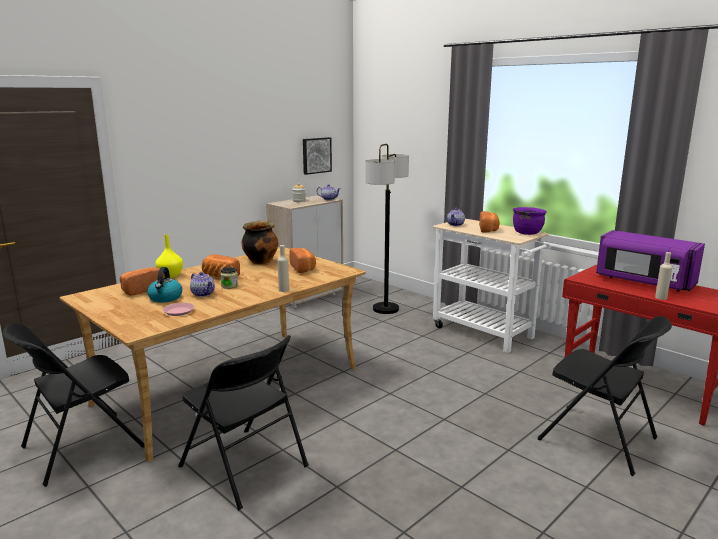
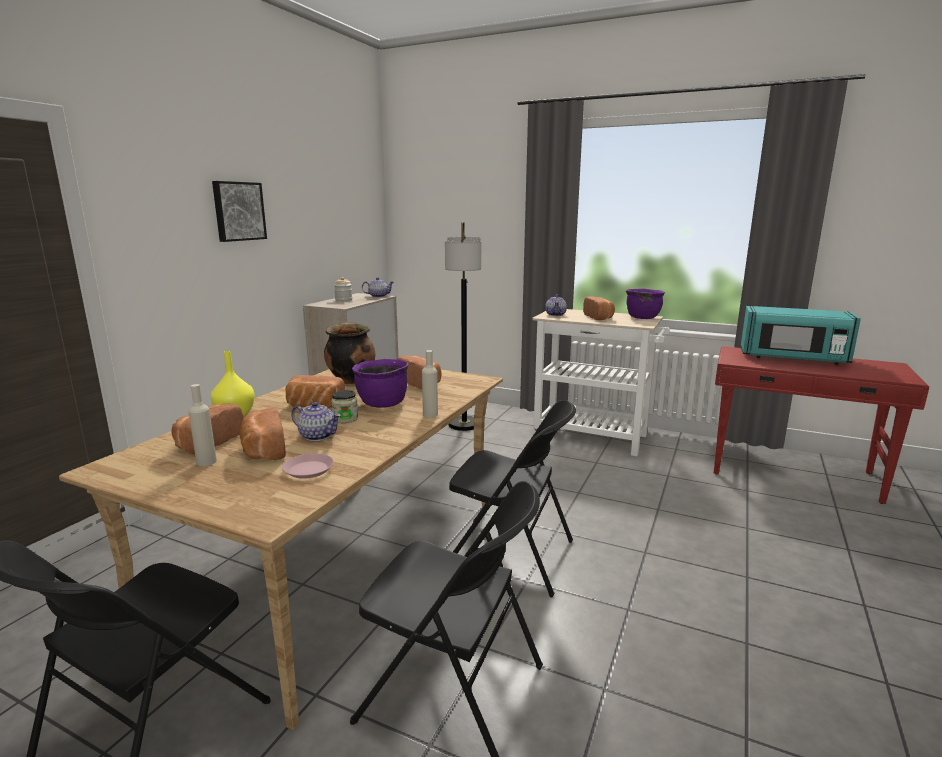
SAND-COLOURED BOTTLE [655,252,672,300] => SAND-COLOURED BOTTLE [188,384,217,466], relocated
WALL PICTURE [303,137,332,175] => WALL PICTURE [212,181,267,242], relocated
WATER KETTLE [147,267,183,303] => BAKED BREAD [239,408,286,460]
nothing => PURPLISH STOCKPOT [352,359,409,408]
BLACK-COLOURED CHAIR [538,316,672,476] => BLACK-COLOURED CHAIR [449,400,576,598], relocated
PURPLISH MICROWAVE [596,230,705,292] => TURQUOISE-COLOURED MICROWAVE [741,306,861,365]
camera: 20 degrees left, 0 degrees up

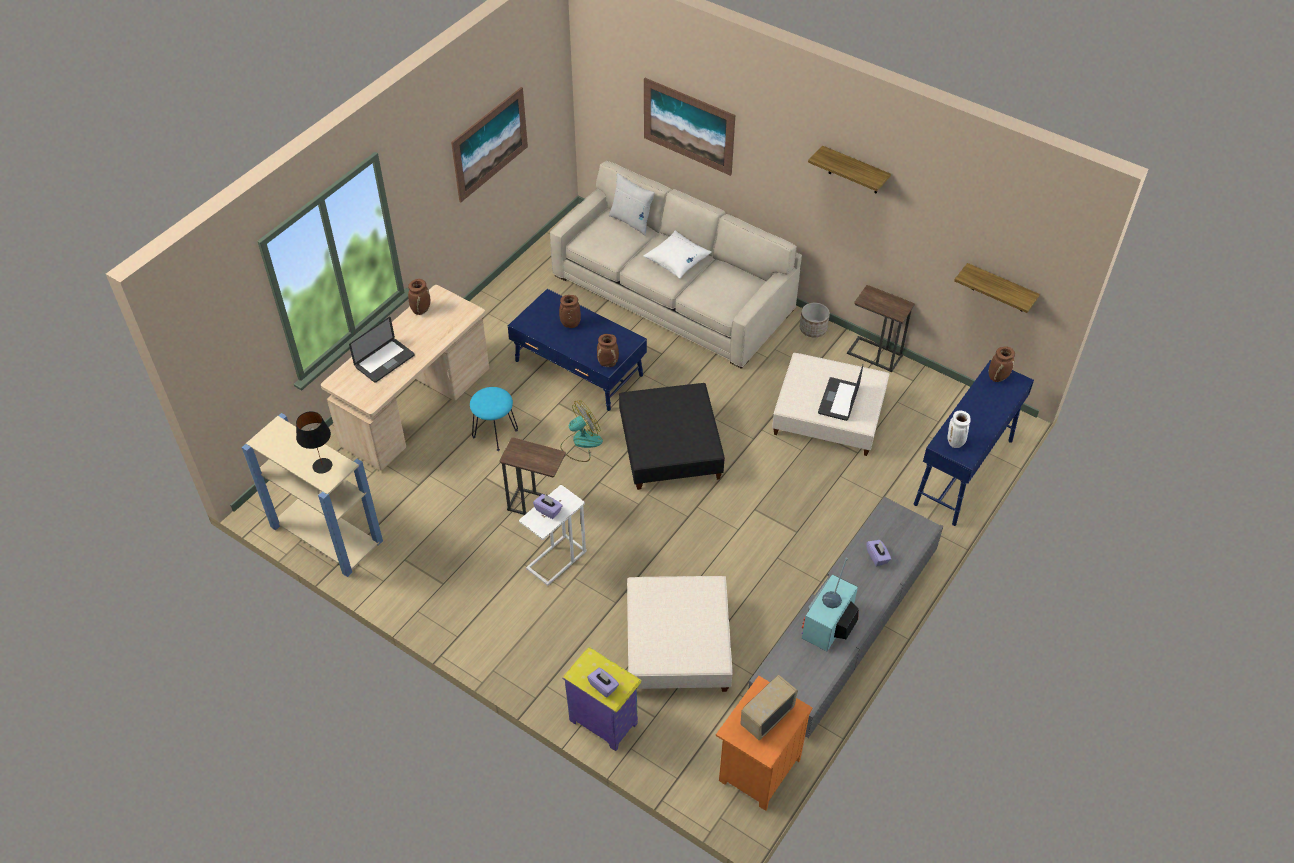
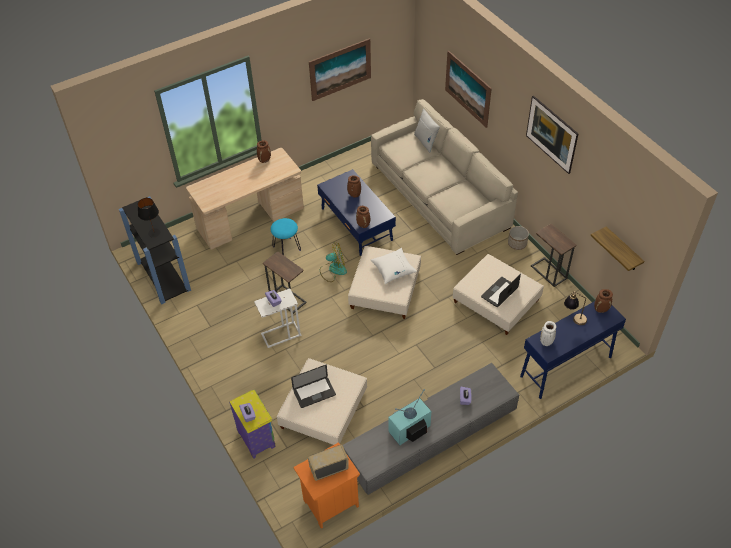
SAND-COLOURED SHELVING UNIT [241,413,383,577] => BLACK-COLOURED SHELVING UNIT [119,196,191,304]
LAPTOP [349,317,415,383] => LAPTOP [291,365,336,408], relocated
BLACK-COLOURED FOOTREST [619,383,725,490] => SAND-COLOURED FOOTREST [348,246,421,319]
WHITE CUSHION [643,231,712,279] => WHITE CUSHION [371,248,417,284], relocated
BRACKET SHELF [808,146,891,194] => WALL PICTURE [526,95,578,174]
nothing => TABLETOP LAMP [564,291,587,325]
camera: 25 degrees right, 0 degrees up

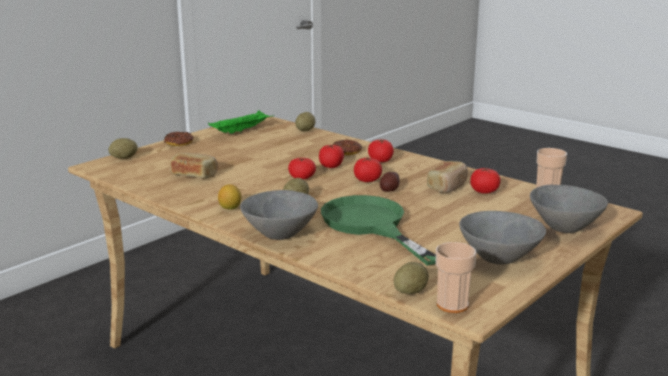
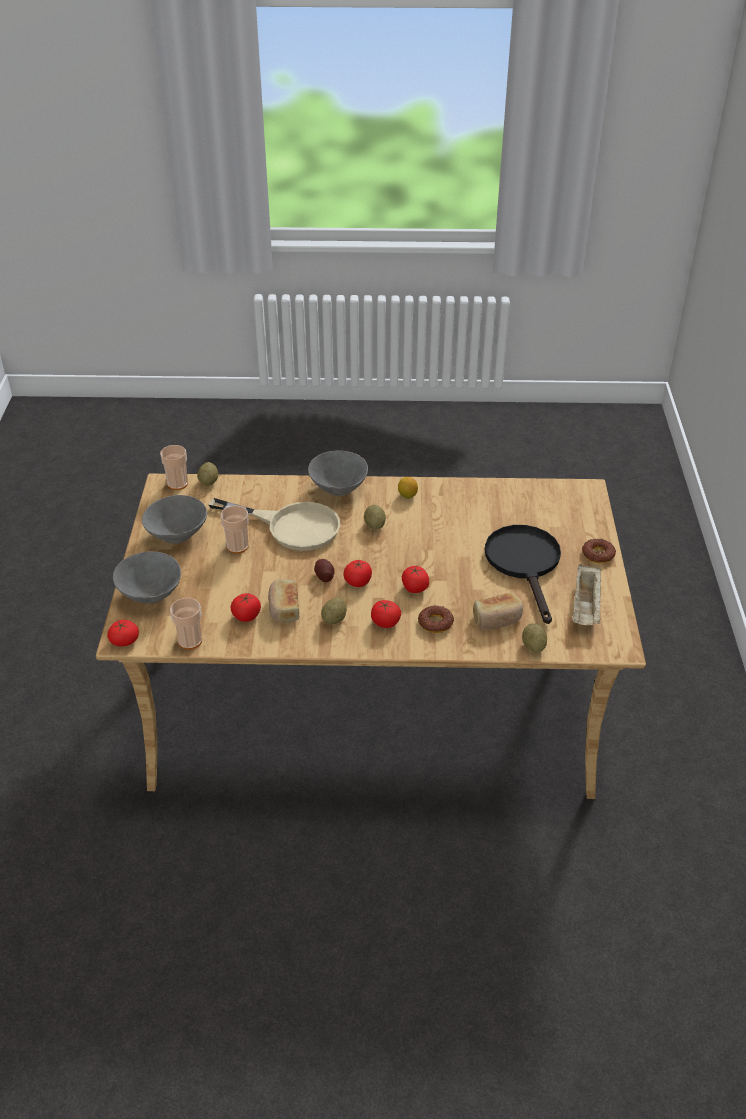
FRESH TOMATO [288,158,316,179] => FRESH TOMATO [107,620,139,646], relocated
GREENISH FRYING PAN [321,195,436,266] => SAND-COLOURED FRYING PAN [208,498,340,551]
nothing => CUP [220,506,249,554]
SPUD [109,138,138,159] => SPUD [321,598,347,625], relocated
BAKED BREAD [170,153,218,179] => BAKED BREAD [473,593,523,629], relocated
nothing => BLACK-COLOURED FRYING PAN [485,525,561,624]
GREENISH CARRYING TRAY [208,110,274,134] => SAND-COLOURED CARRYING TRAY [572,564,601,625]
camera: 140 degrees right, 20 degrees up

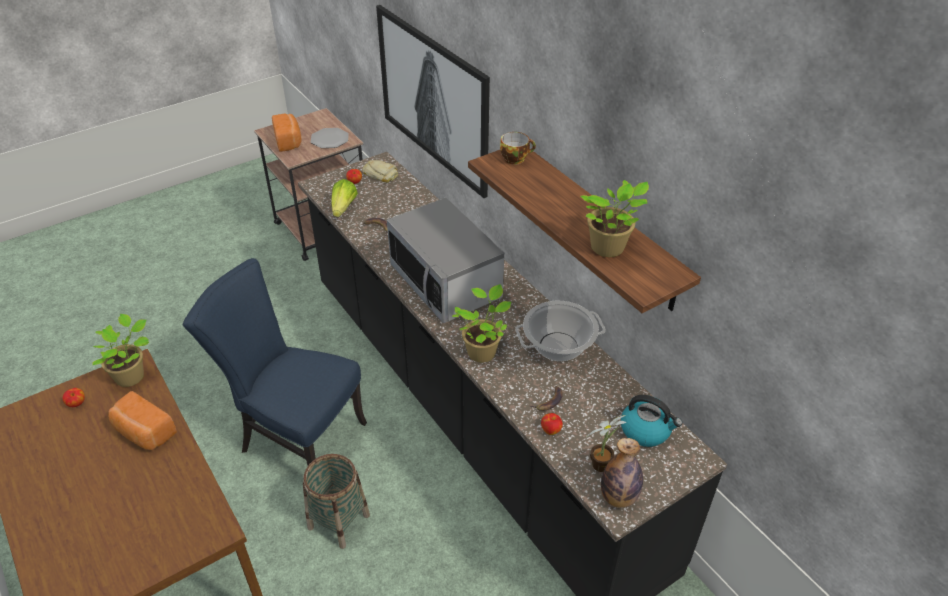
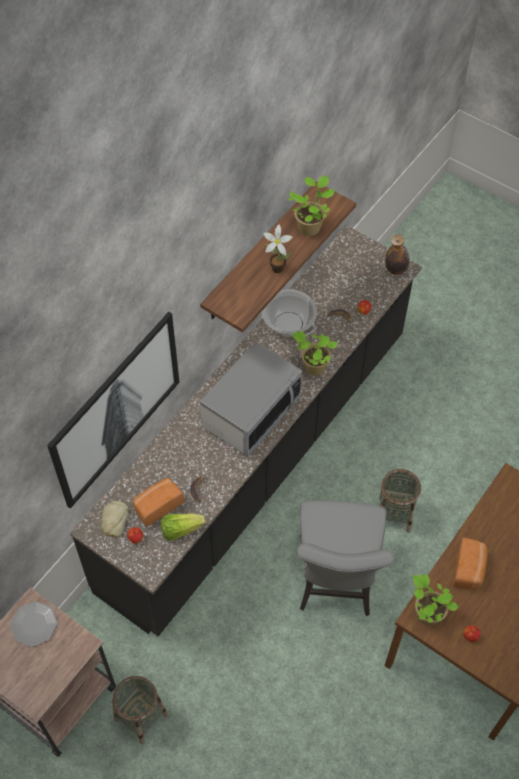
nothing => BASKET [112,676,168,744]
BAKED BREAD [272,114,302,152] => BAKED BREAD [133,478,184,526], relocated
POTTED PLANT [586,415,626,472] => POTTED PLANT [264,225,293,273], relocated
BLUE CHAIR [183,258,367,465] => GRAY CHAIR [296,500,394,616]
CUP [500,132,536,165] => nothing
WATER KETTLE [621,395,682,447] => nothing
camera: 110 degrees left, 15 degrees up

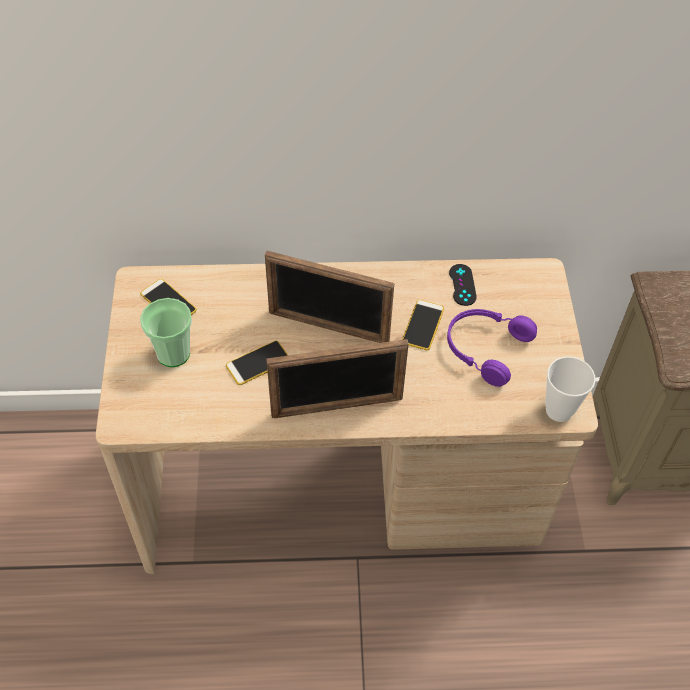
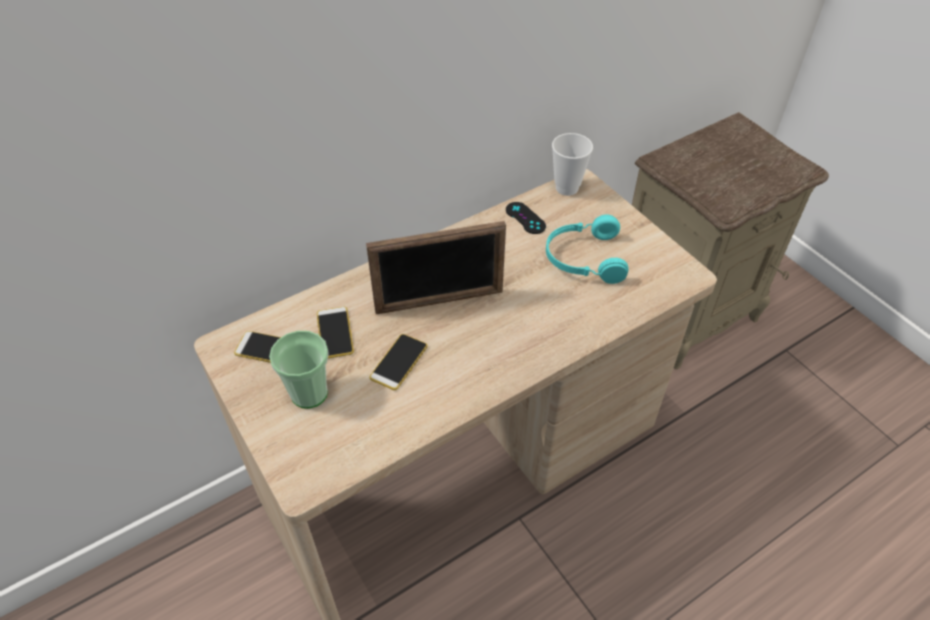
PHONE [402,300,444,350] => PHONE [317,307,354,358], relocated
PURPLISH HEADPHONES [447,309,537,387] => TURQUOISE-COLOURED HEADPHONES [546,215,629,284]
CUP [545,357,596,422] => CUP [552,133,593,196], relocated
STANDING FRAME [266,339,409,418] => nothing
camera: 30 degrees left, 5 degrees down

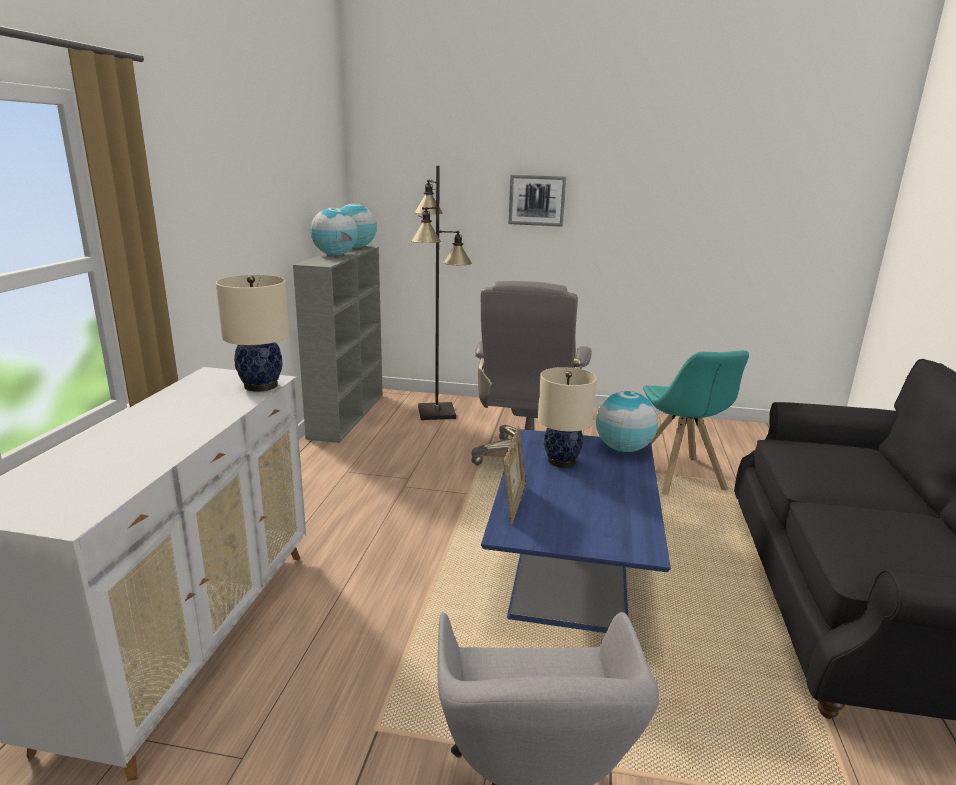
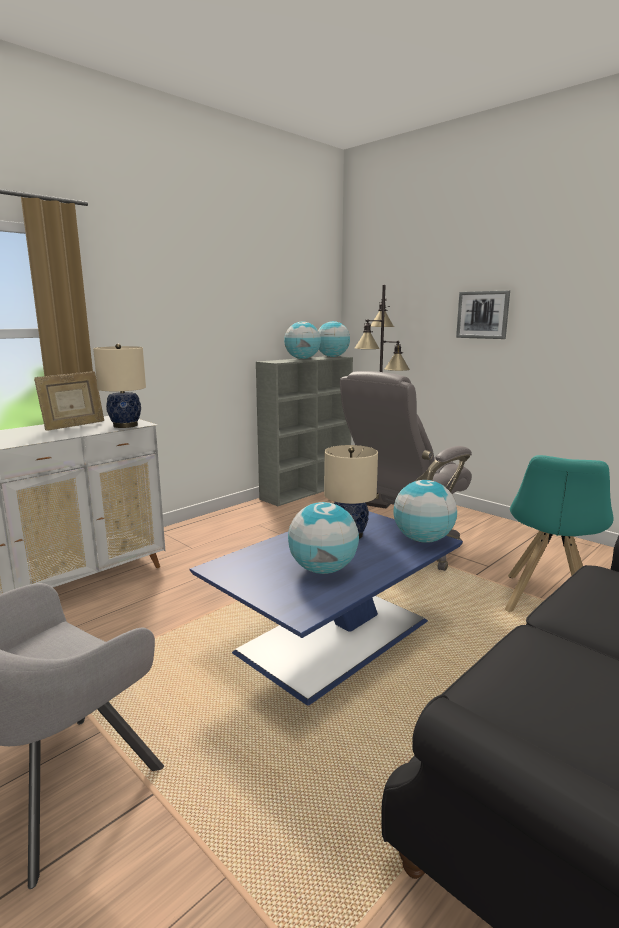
STANDING FRAME [504,426,526,524] => STANDING FRAME [34,371,104,431], relocated
nothing => DESK GLOBE [288,502,359,574]
camera: 35 degrees right, 5 degrees down

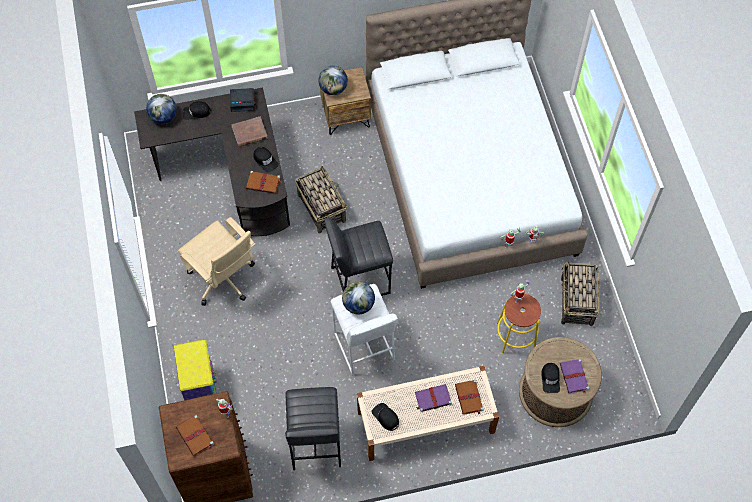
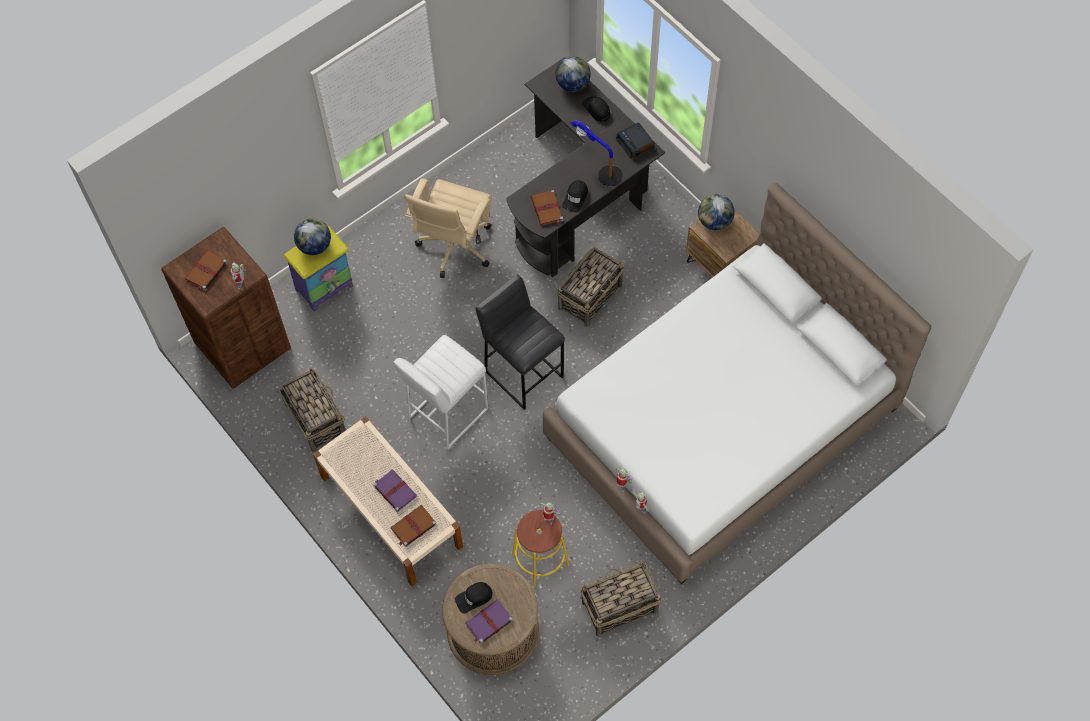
GRAY STOOL SEAT [285,387,341,470] => BASKET [278,368,346,453]
DESK GLOBE [342,281,375,314] => DESK GLOBE [294,218,331,255], relocated
BROWN-COLOURED VOLUME [231,117,268,147] => TABLETOP LAMP [571,121,623,186]
BLACK-COLOURED PEAKED CAP [372,403,399,431] => nothing
camera: 65 degrees right, 0 degrees up

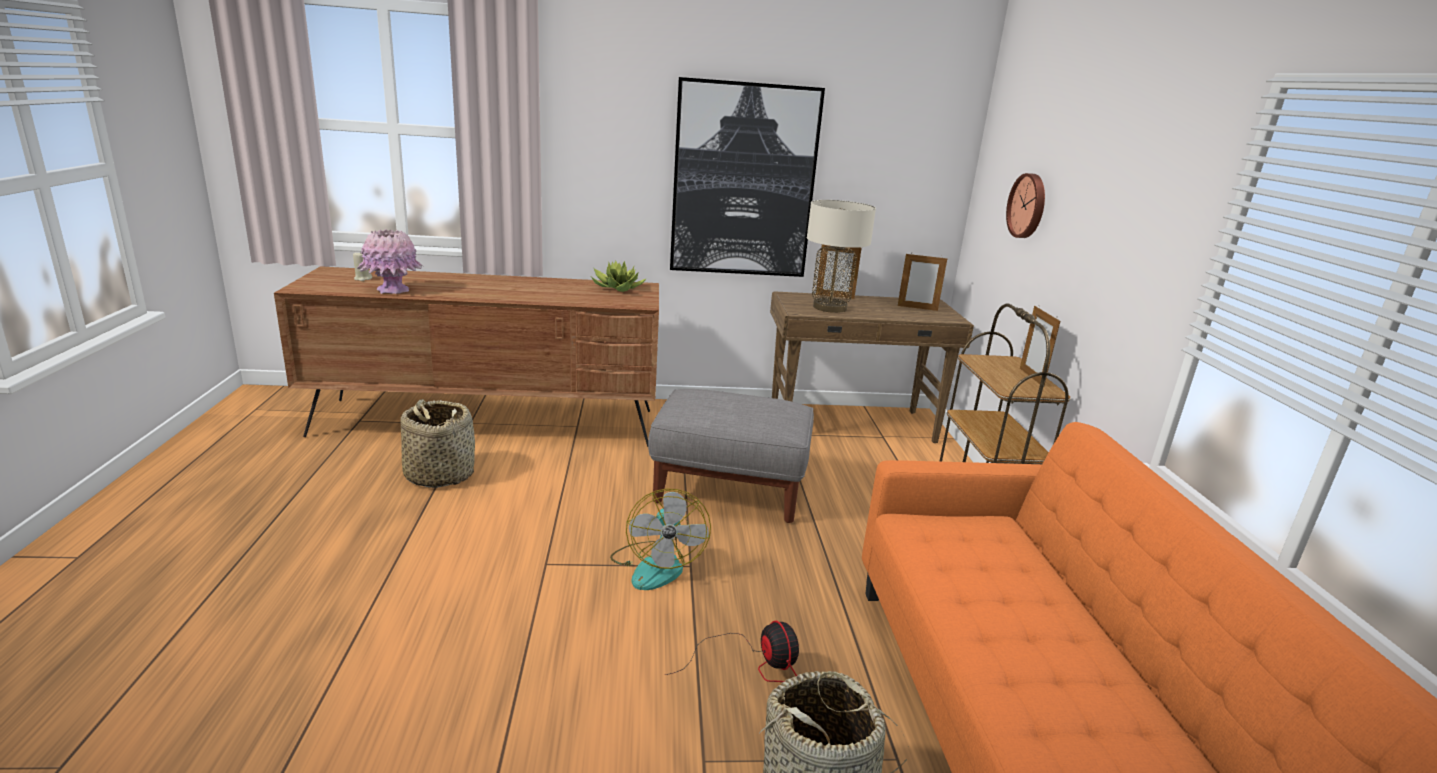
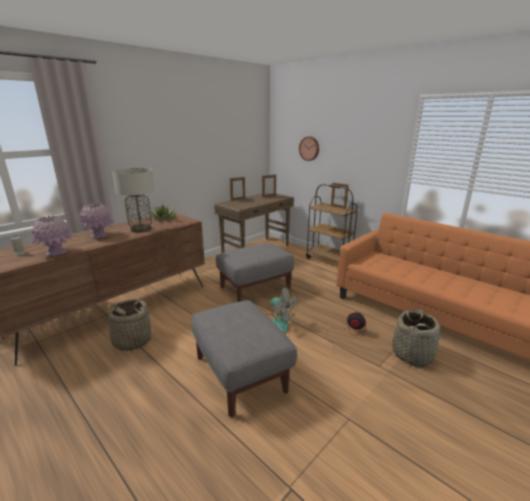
nothing => PINK-COLOURED VASE [78,203,115,238]
TABLETOP LAMP [807,200,876,313] => TABLETOP LAMP [112,168,155,233], relocated
nothing => GRAY FOOTREST [191,300,297,417]
WALL PICTURE [670,77,825,277] => nothing
camera: 40 degrees left, 0 degrees up

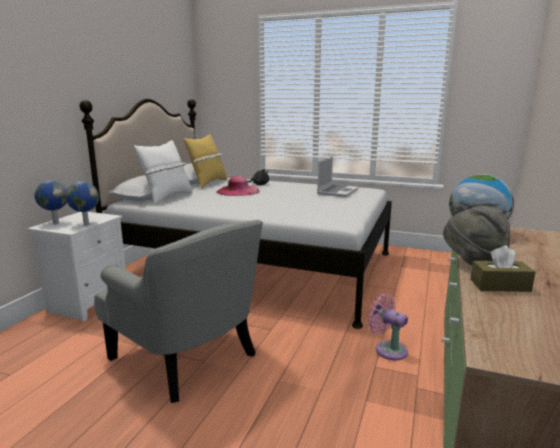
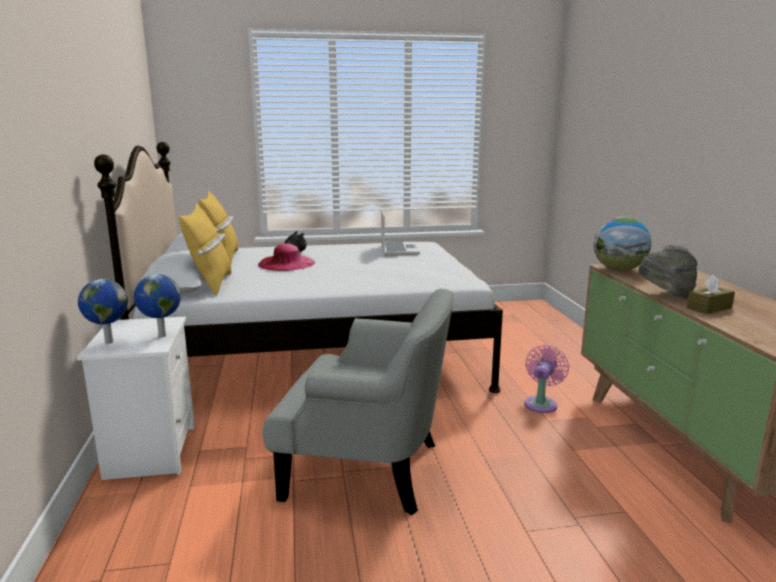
WHITE CUSHION [134,140,193,205] => YELLOW-COLOURED CUSHION [178,204,232,295]
PINK-COLOURED FAN [368,293,408,360] => PINK-COLOURED FAN [524,345,569,413], 105 degrees clockwise
camera: 30 degrees left, 0 degrees up

